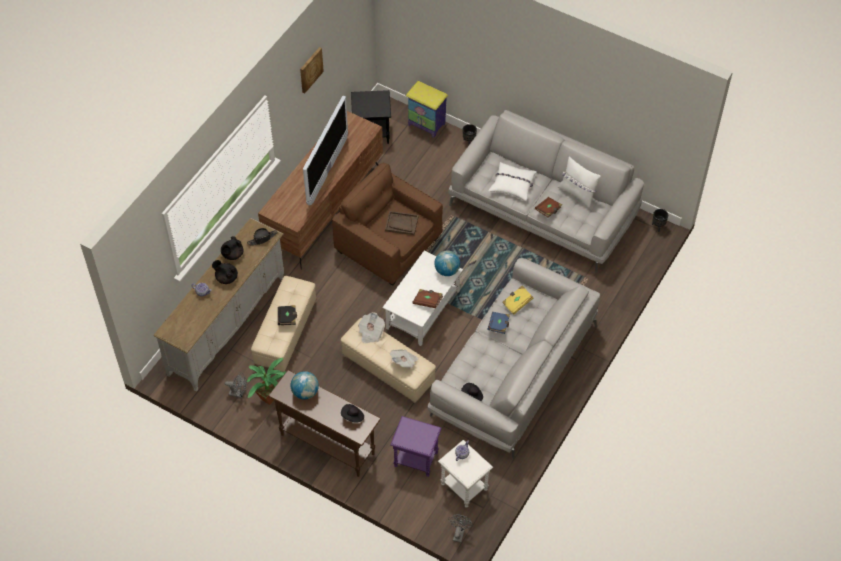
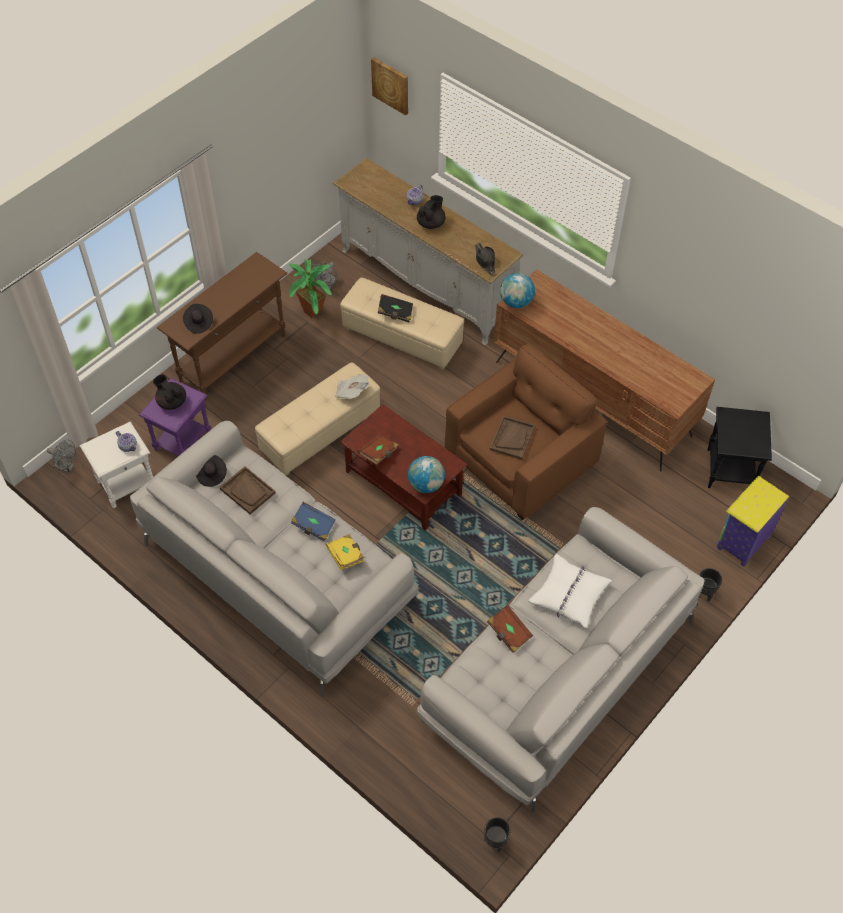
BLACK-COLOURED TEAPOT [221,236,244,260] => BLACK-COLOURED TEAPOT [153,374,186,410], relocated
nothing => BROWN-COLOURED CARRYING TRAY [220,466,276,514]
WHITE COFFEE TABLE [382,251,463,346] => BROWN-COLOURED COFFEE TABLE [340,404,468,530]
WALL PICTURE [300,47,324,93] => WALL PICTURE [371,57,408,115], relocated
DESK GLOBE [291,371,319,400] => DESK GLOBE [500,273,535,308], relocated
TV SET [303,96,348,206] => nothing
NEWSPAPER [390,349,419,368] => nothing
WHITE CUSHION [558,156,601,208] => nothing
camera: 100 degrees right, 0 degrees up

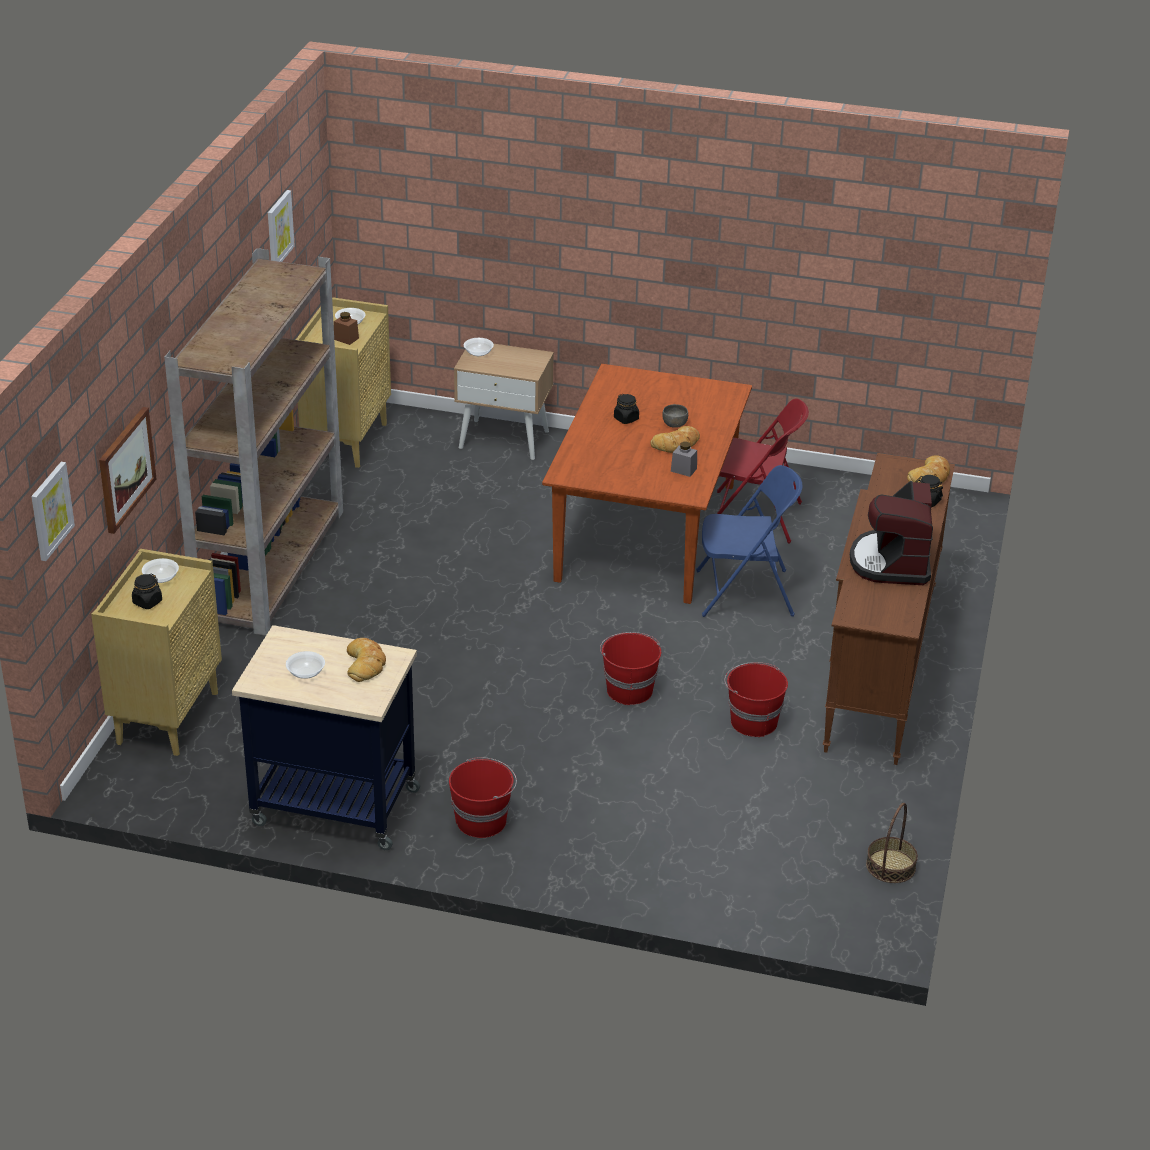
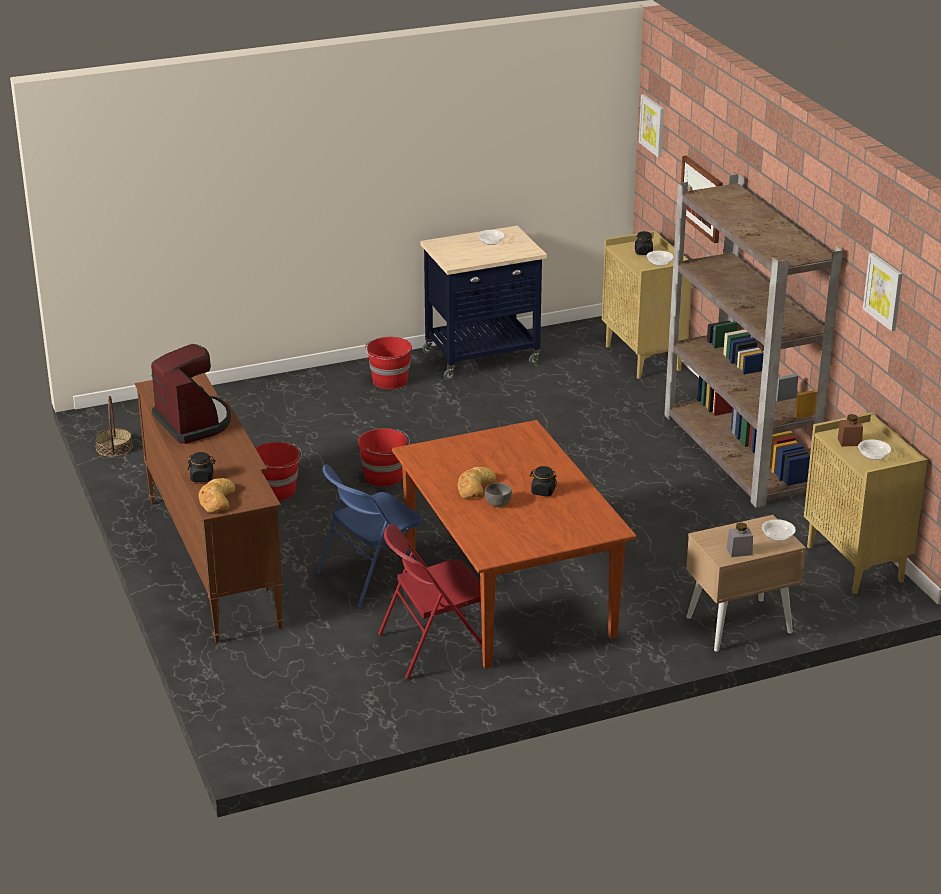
GRAY STORAGE JAR [671,442,697,477] => GRAY STORAGE JAR [727,523,753,557], relocated
BAKED BREAD [347,638,386,682] => nothing
camera: 145 degrees right, 5 degrees down

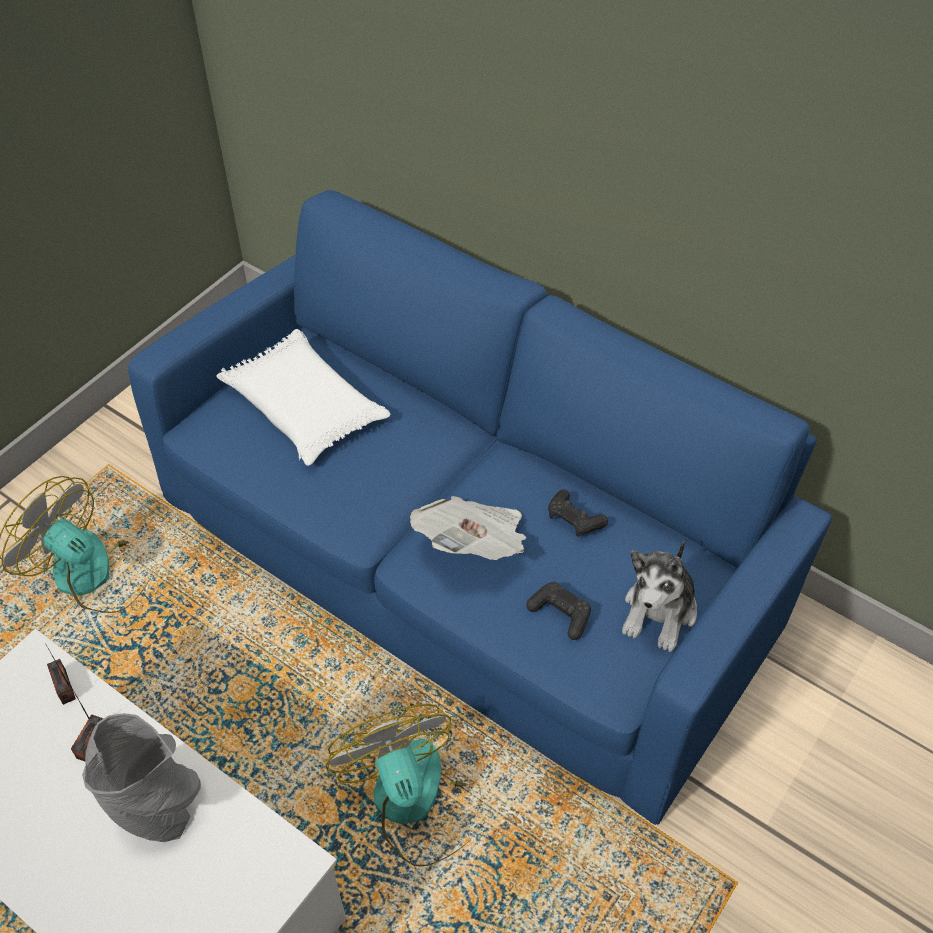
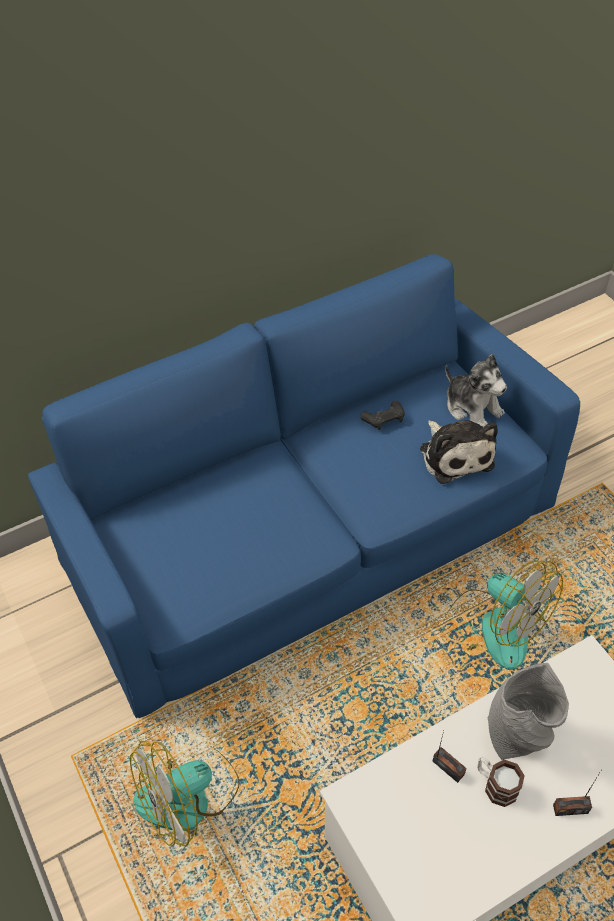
BLACK-COLOURED GAME CONTROLLER [526,582,591,640] => CUDDLY TOY [420,420,498,484]
FAN [325,704,481,867] => FAN [444,560,563,670], 135 degrees counterclockwise
nothing => COFFEE MUG [477,757,525,807]
RADIO SET [45,643,76,705] => RADIO SET [553,771,601,816], relocated
WHITE CUSHION [216,329,391,466] => nothing
NEWSPAPER [410,496,526,560] => nothing
camera: 65 degrees left, 0 degrees up

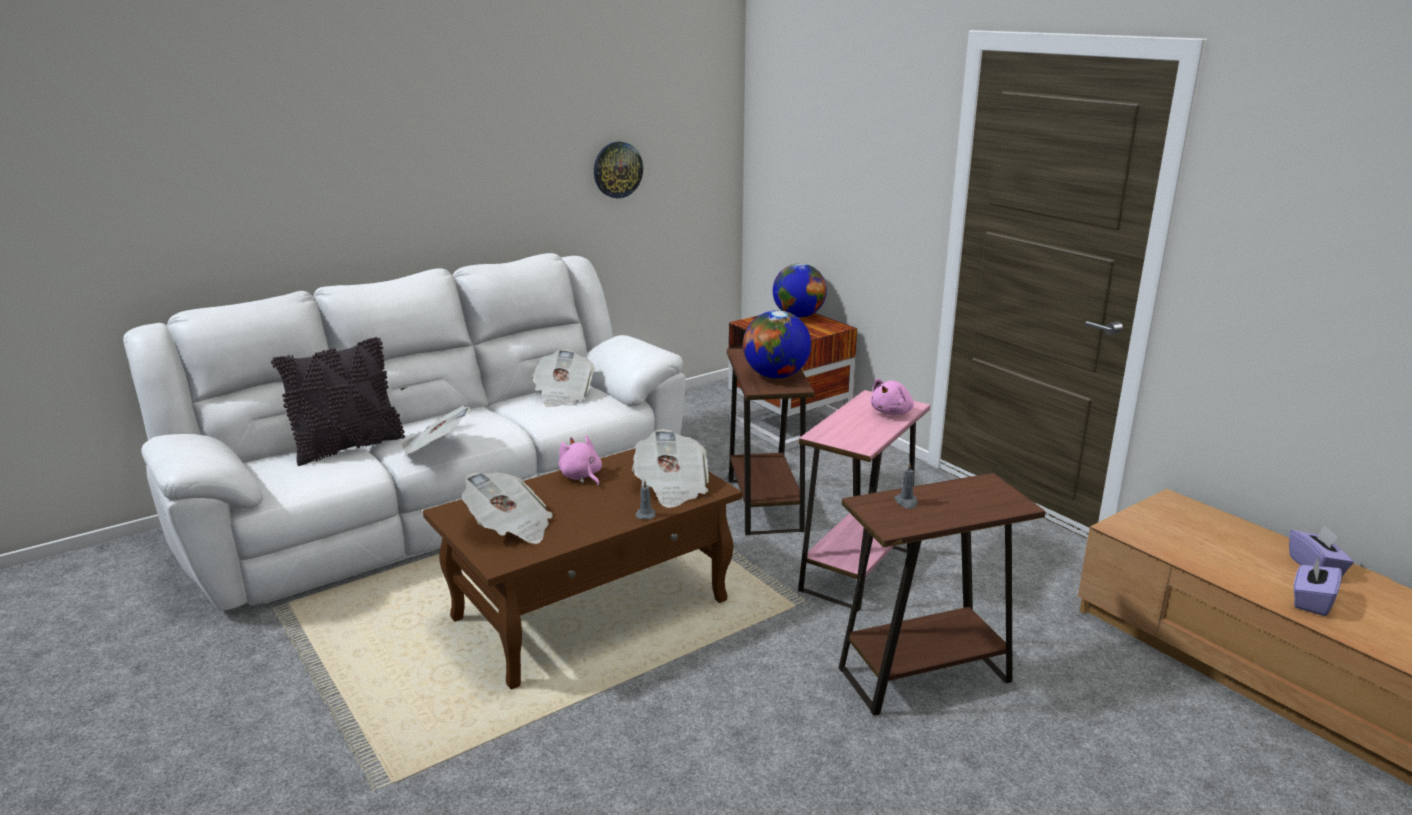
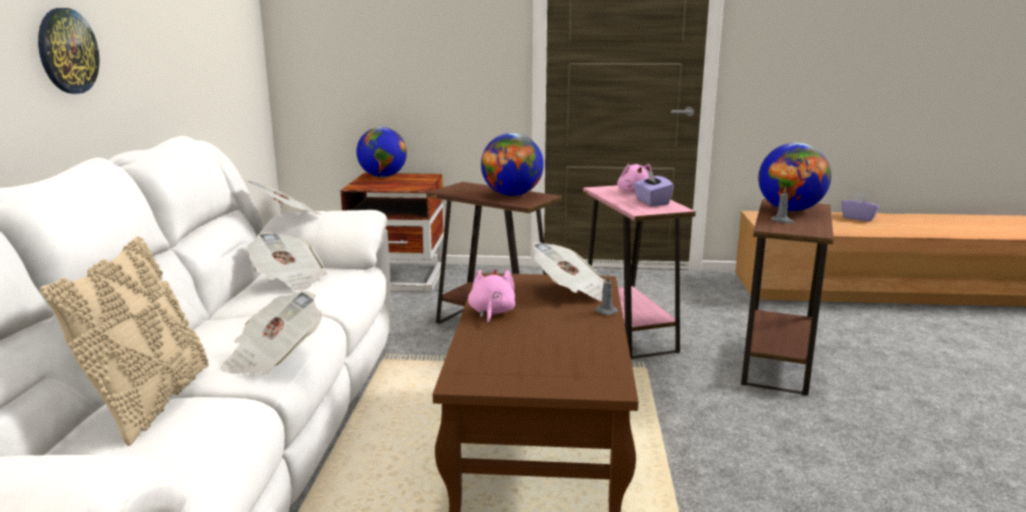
HANGING CLOCK [594,142,643,198] => HANGING CLOCK [38,8,99,94], relocated
BLACK-COLOURED CUSHION [271,337,405,466] => SAND-COLOURED CUSHION [40,237,209,446]
NEWSPAPER [461,472,553,544] => NEWSPAPER [244,180,320,214], relocated
PINK-COLOURED CUDDLY TOY [559,435,602,486] => PINK-COLOURED CUDDLY TOY [468,269,515,324], 90 degrees clockwise
PURPLISH BOX OF TISSUES [1294,557,1342,616] => PURPLISH BOX OF TISSUES [633,170,674,206], relocated
nothing => DESK GLOBE [758,143,831,211]
camera: 50 degrees left, 5 degrees down

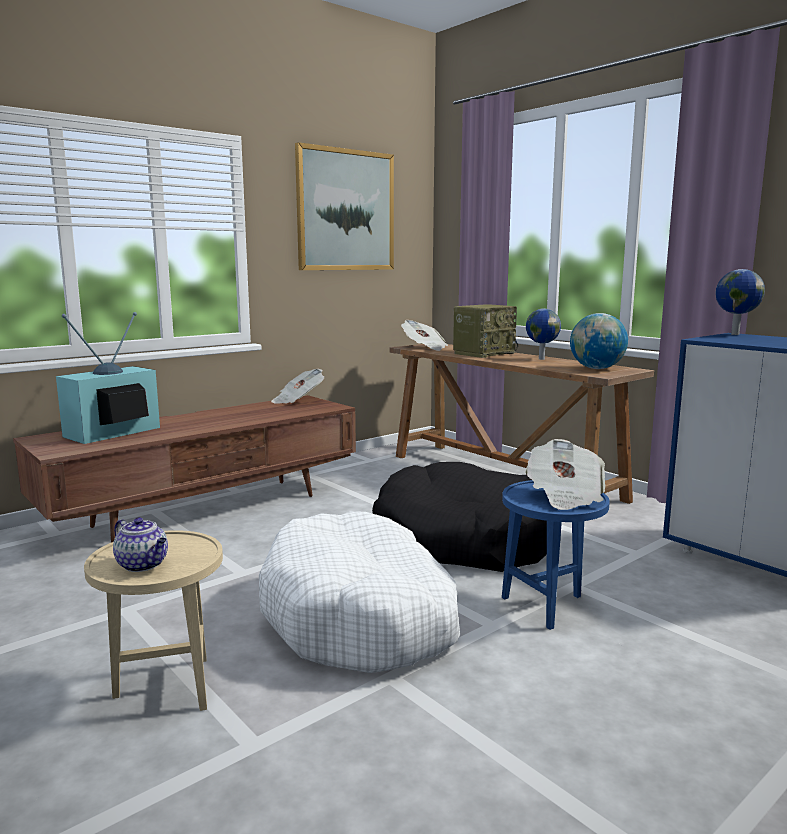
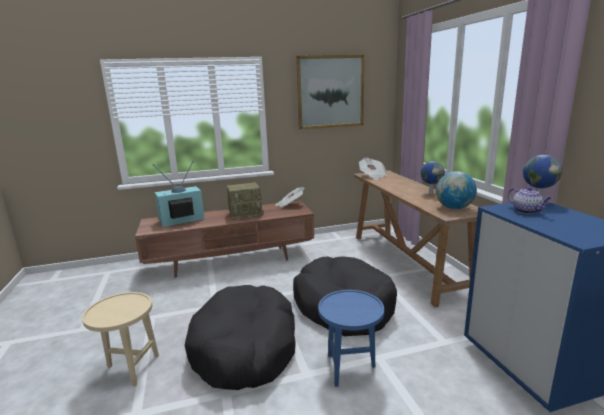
WHITE DOG CUSHION [259,511,460,673] => BLACK-COLOURED DOG CUSHION [185,285,296,390]
RADIO SET [453,304,518,358] => RADIO SET [227,182,264,220], relocated
TEAPOT [113,517,168,572] => TEAPOT [508,187,552,214], relocated
NEWSPAPER [525,439,605,510] => nothing
camera: 25 degrees right, 5 degrees up

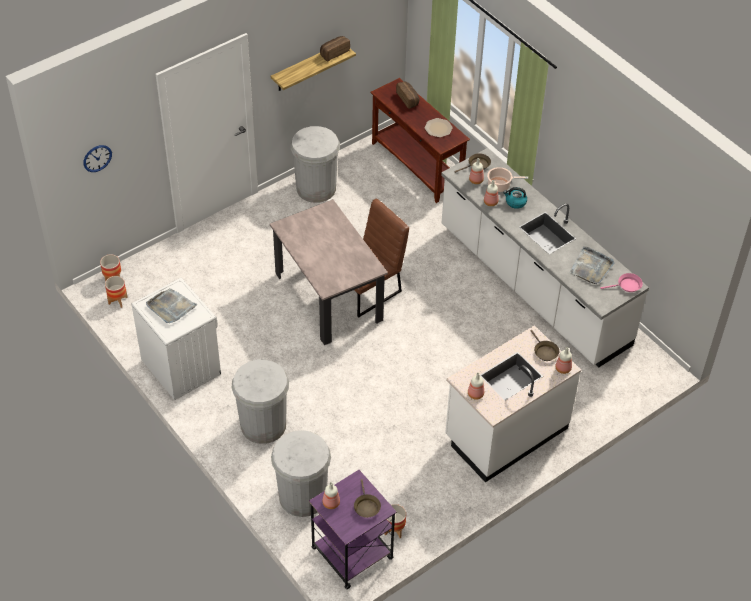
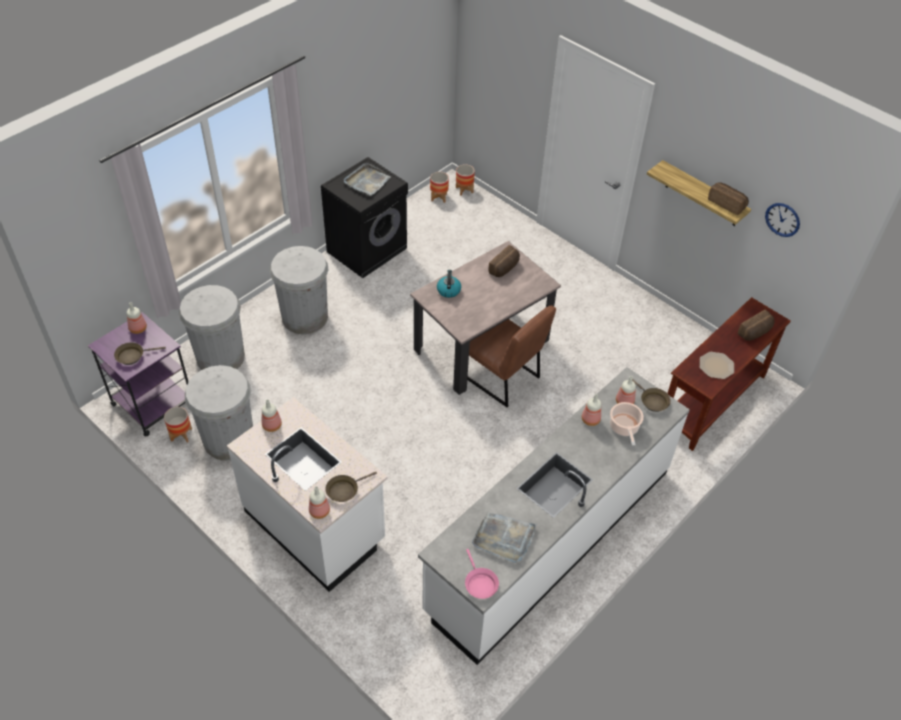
WHITE TRASH CAN [291,126,340,203] => WHITE TRASH CAN [185,365,253,461], relocated
WHITE WASHING MACHINE [132,277,221,400] => BLACK-COLOURED WASHING MACHINE [321,157,408,278]
WATER KETTLE [503,187,527,209] => WATER KETTLE [437,270,461,298], relocated
nothing => BAKED BREAD [488,245,520,277]
HANGING CLOCK [83,145,112,172] => HANGING CLOCK [765,203,800,237], relocated
camera: 80 degrees right, 0 degrees up

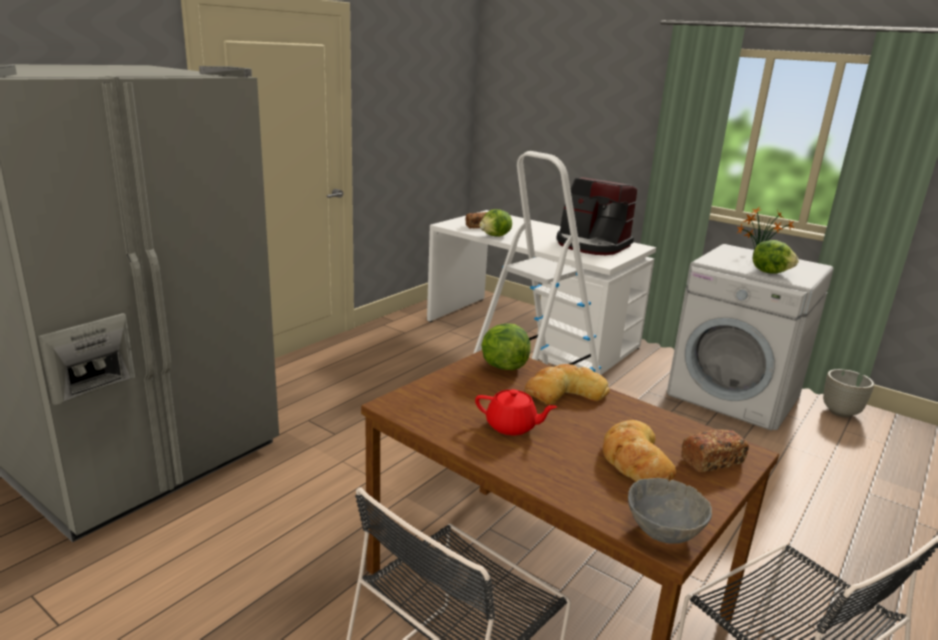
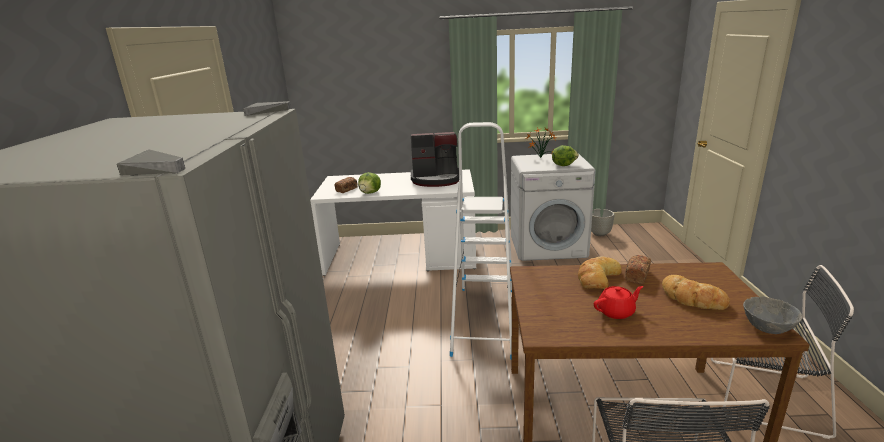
BAKED BREAD [681,429,749,472] => BAKED BREAD [625,255,651,284], relocated
LETTUCE HEAD [481,323,531,370] => nothing
camera: 35 degrees left, 0 degrees up

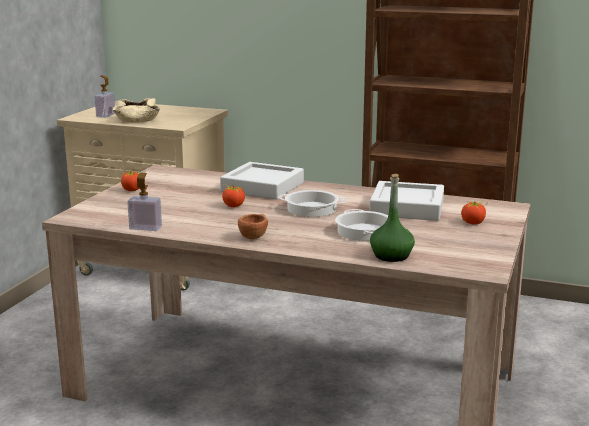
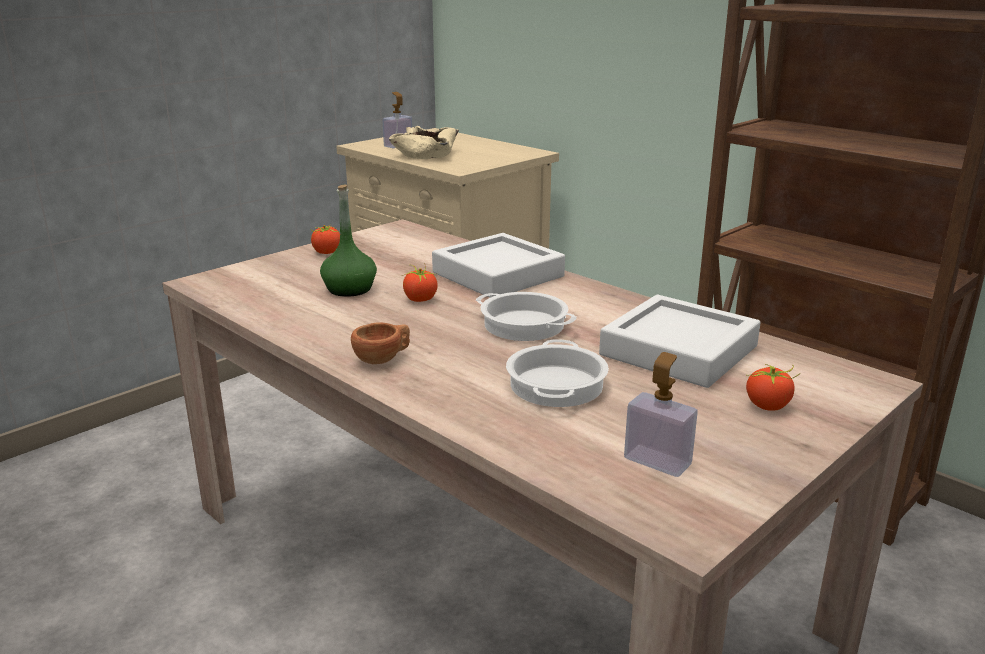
GREENISH BOTTLE [370,174,415,262] => GREENISH BOTTLE [320,184,377,297], relocated
SOAP BOTTLE [127,173,162,231] => SOAP BOTTLE [624,352,698,477], relocated
camera: 25 degrees right, 5 degrees up

